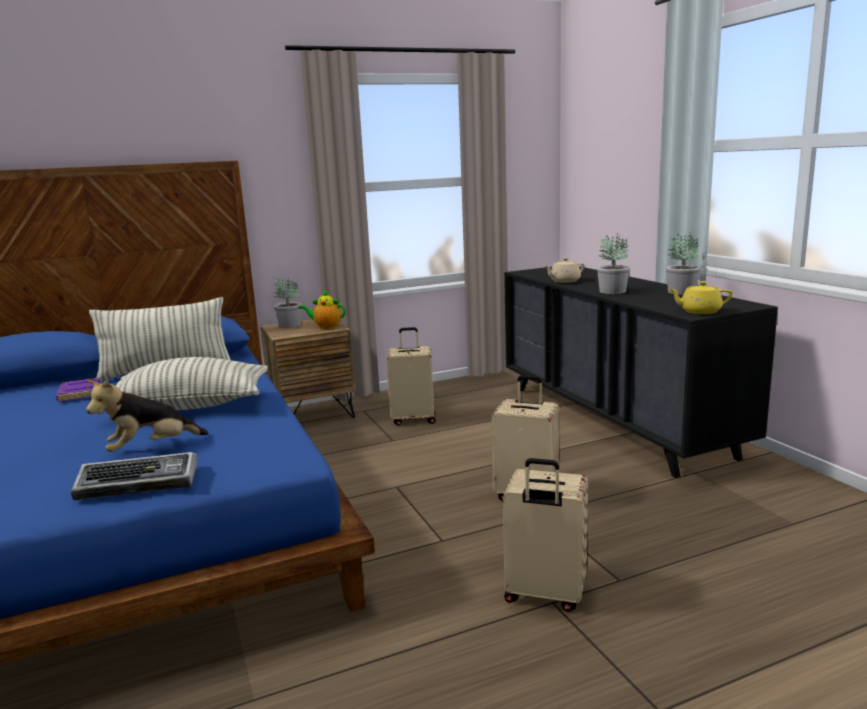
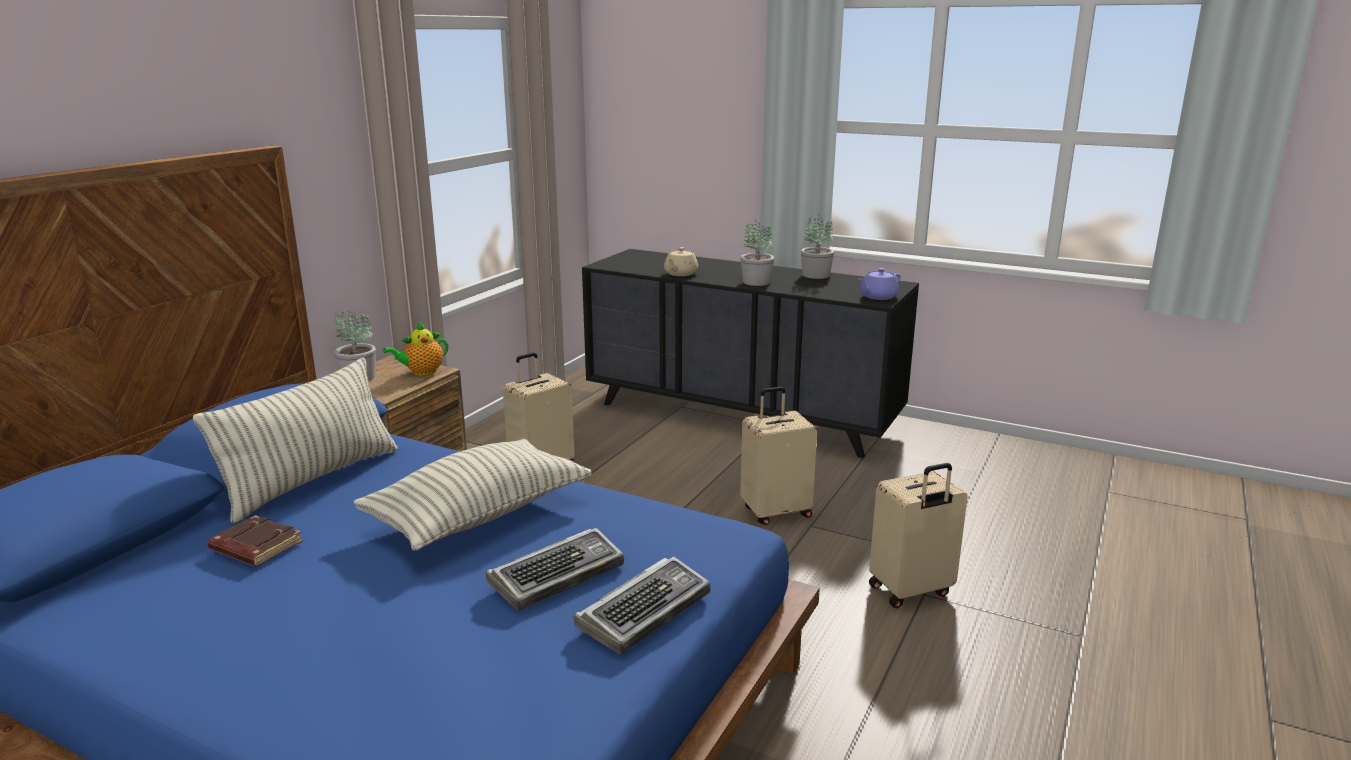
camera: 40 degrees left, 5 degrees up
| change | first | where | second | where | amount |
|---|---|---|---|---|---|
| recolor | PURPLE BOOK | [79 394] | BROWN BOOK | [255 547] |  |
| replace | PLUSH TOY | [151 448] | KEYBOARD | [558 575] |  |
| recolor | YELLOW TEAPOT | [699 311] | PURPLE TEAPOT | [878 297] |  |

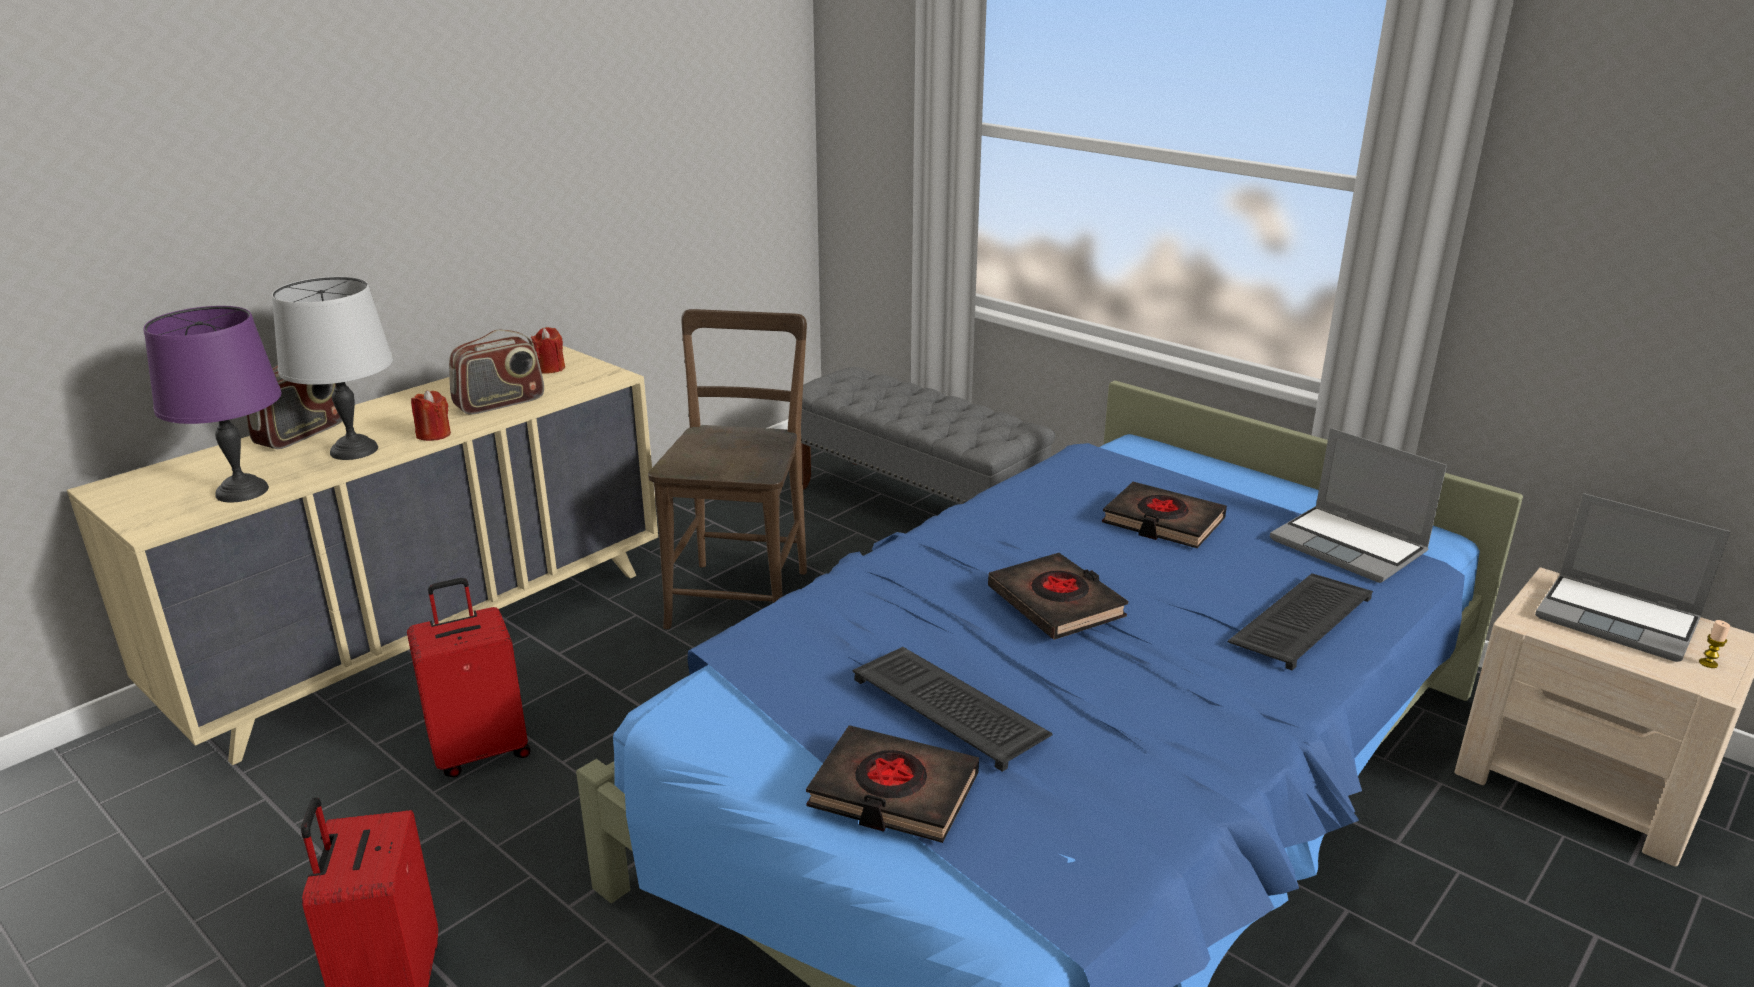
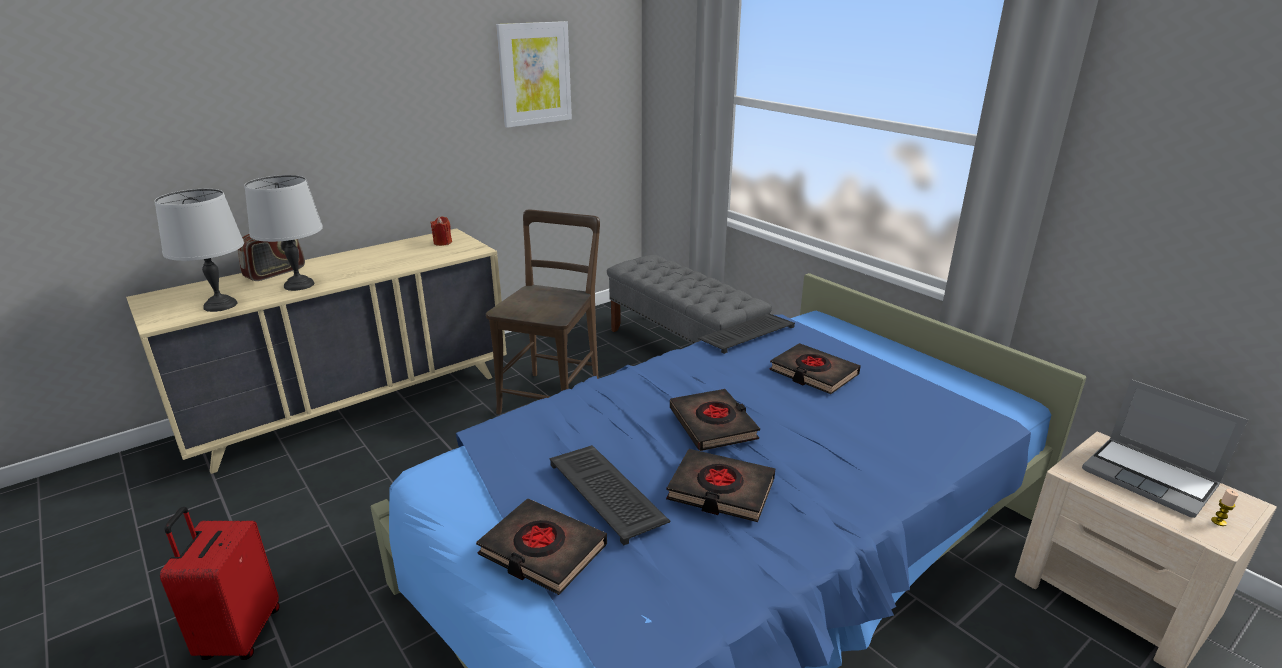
camera: 10 degrees right, 0 degrees up
| change | first | where | second | where | amount |
|---|---|---|---|---|---|
| recolor | PURPLE TABLE LAMP | [243 491] | GREY TABLE LAMP | [221 305] |  |
| insert |  |  | PICTURE | [534 74] |  |
| insert |  |  | BLACK BOOK | [720 490] |  |
| move | KEYBOARD | [1300 620] |  | [747 333] |  |
| delete | RED SUITCASE | [481 751] |  |  |  |
| delete | RED CANDLE | [433 434] |  |  |  |
| delete | RADIO | [500 403] |  |  |  |
| delete | LAPTOP | [1350 546] |  |  |  |

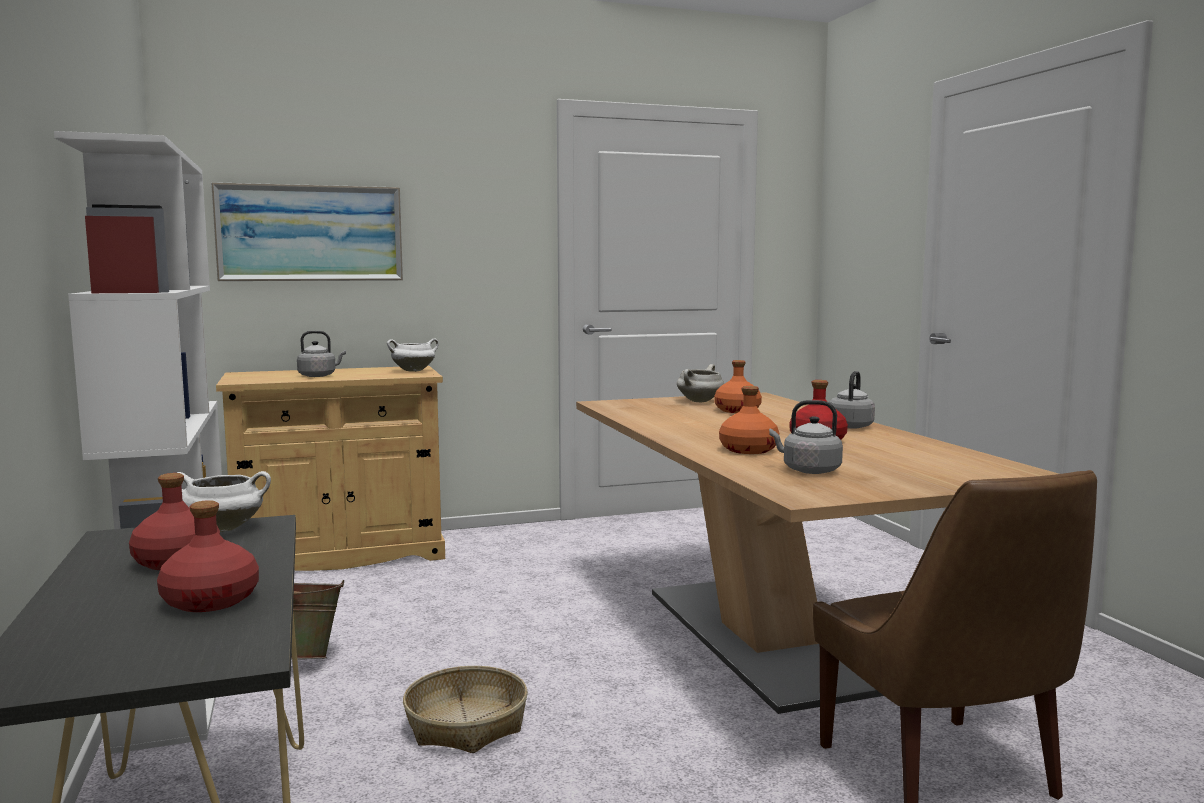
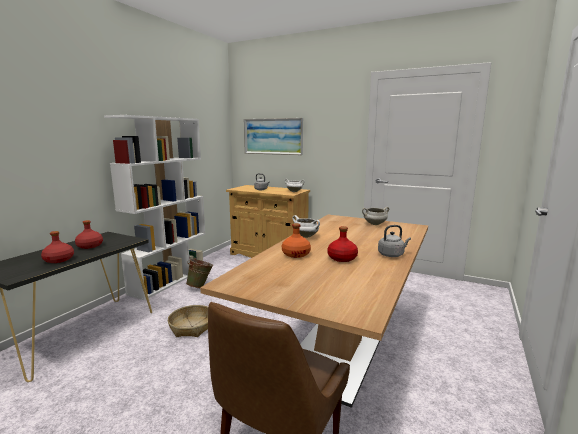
camera: 45 degrees right, 5 degrees up
| change | first | where | second | where | amount |
|---|---|---|---|---|---|
| move | WHITE COOKING POT | [225 528] |  | [306 236] |  |
| delete | ORANGE BOTTLE | [737 410] |  |  |  |
| delete | GREY KETTLE | [808 470] |  |  |  |

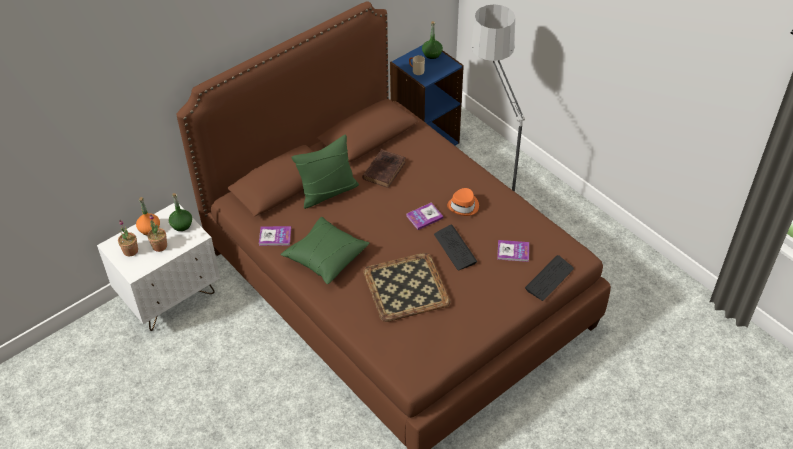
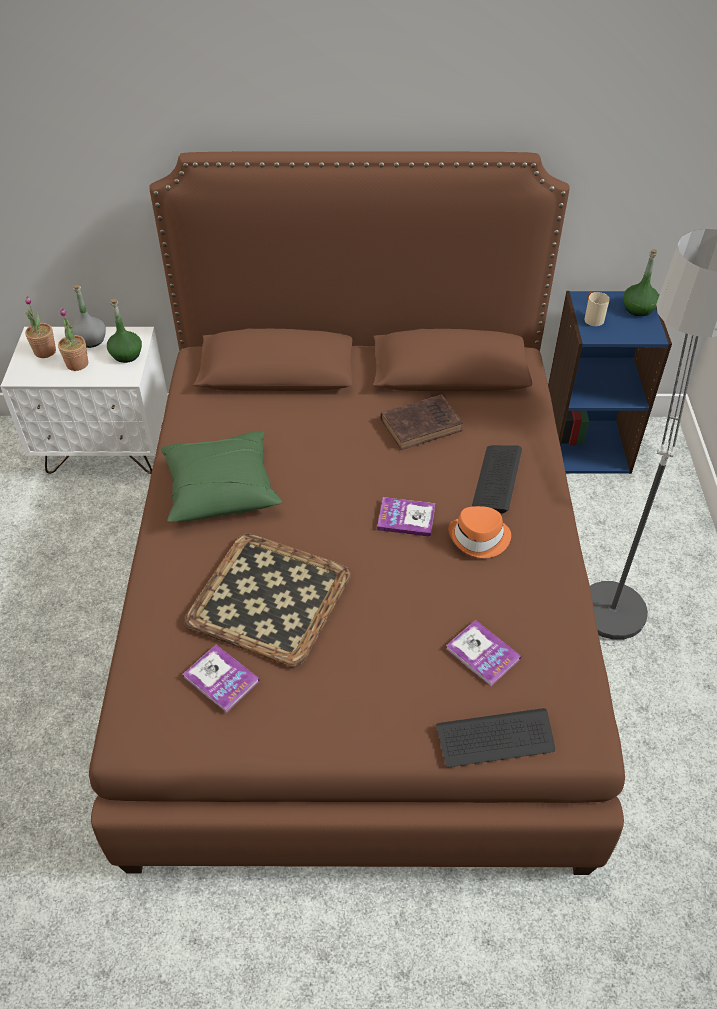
camera: 40 degrees right, 0 degrees up
| change | first | where | second | where | amount |
|---|---|---|---|---|---|
| recolor | ORANGE BOTTLE | [149 229] | GREY BOTTLE | [91 340] |  |
| move | BOOK | [275 236] |  | [221 679] |  |
| move | KEYBOARD | [455 248] |  | [497 479] |  |
| delete | GREEN PILLOW | [327 192] |  |  |  |

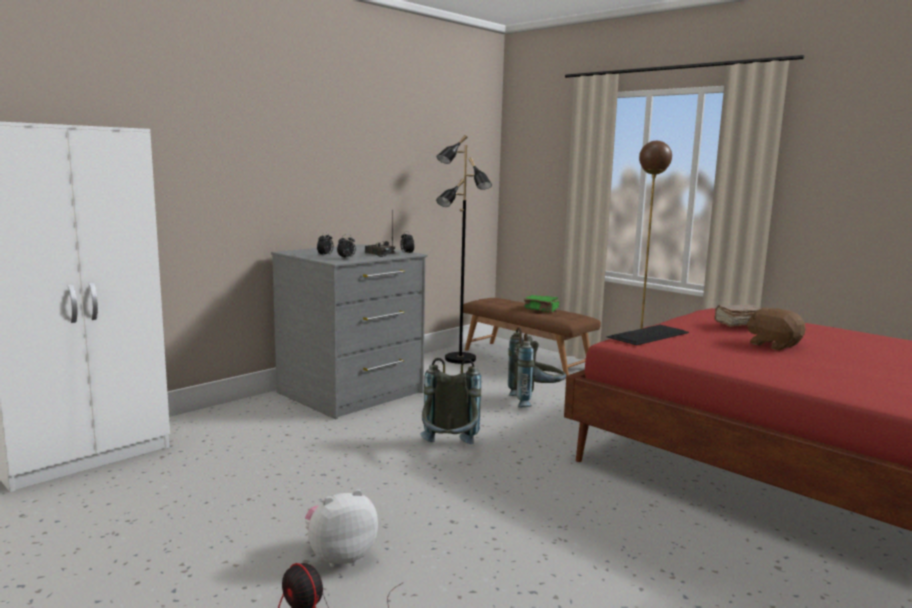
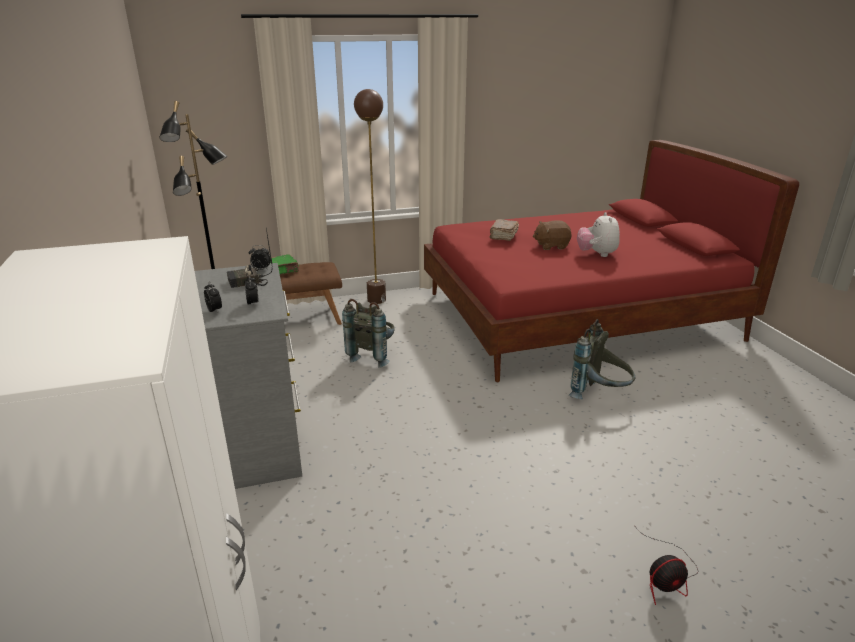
camera: 60 degrees left, 15 degrees up
| change | first | where | second | where | amount |
|---|---|---|---|---|---|
| move | GREY BACKPACK | [449 450] |  | [599 395] |  |
| move | PLUSH TOY | [339 556] |  | [596 254] |  |
| delete | KEYBOARD | [648 335] |  |  |  |

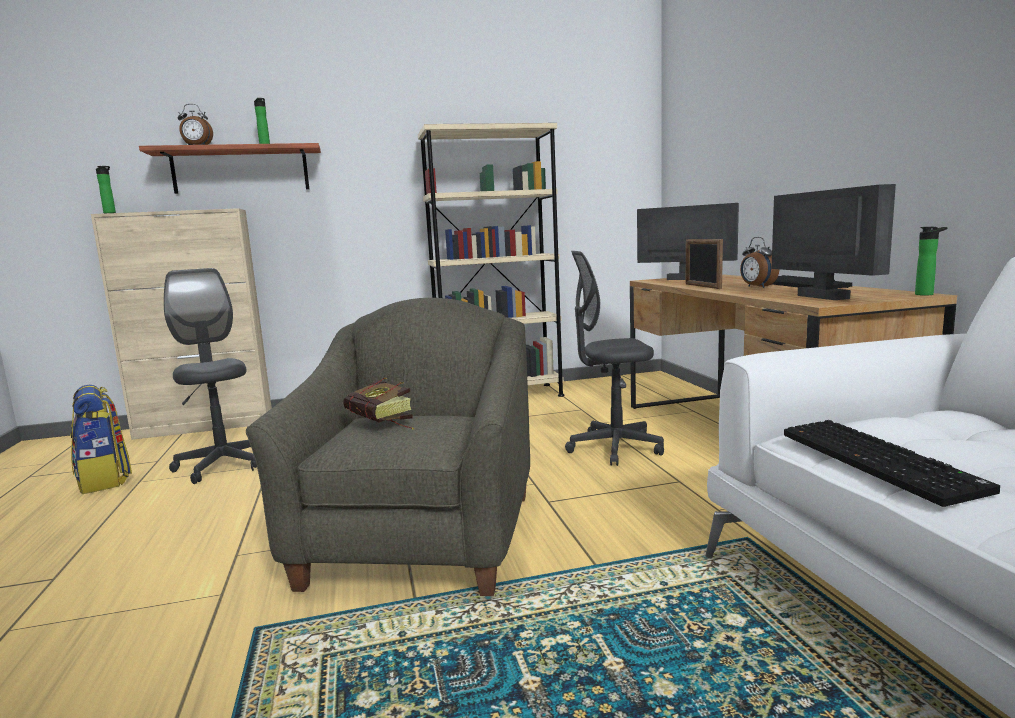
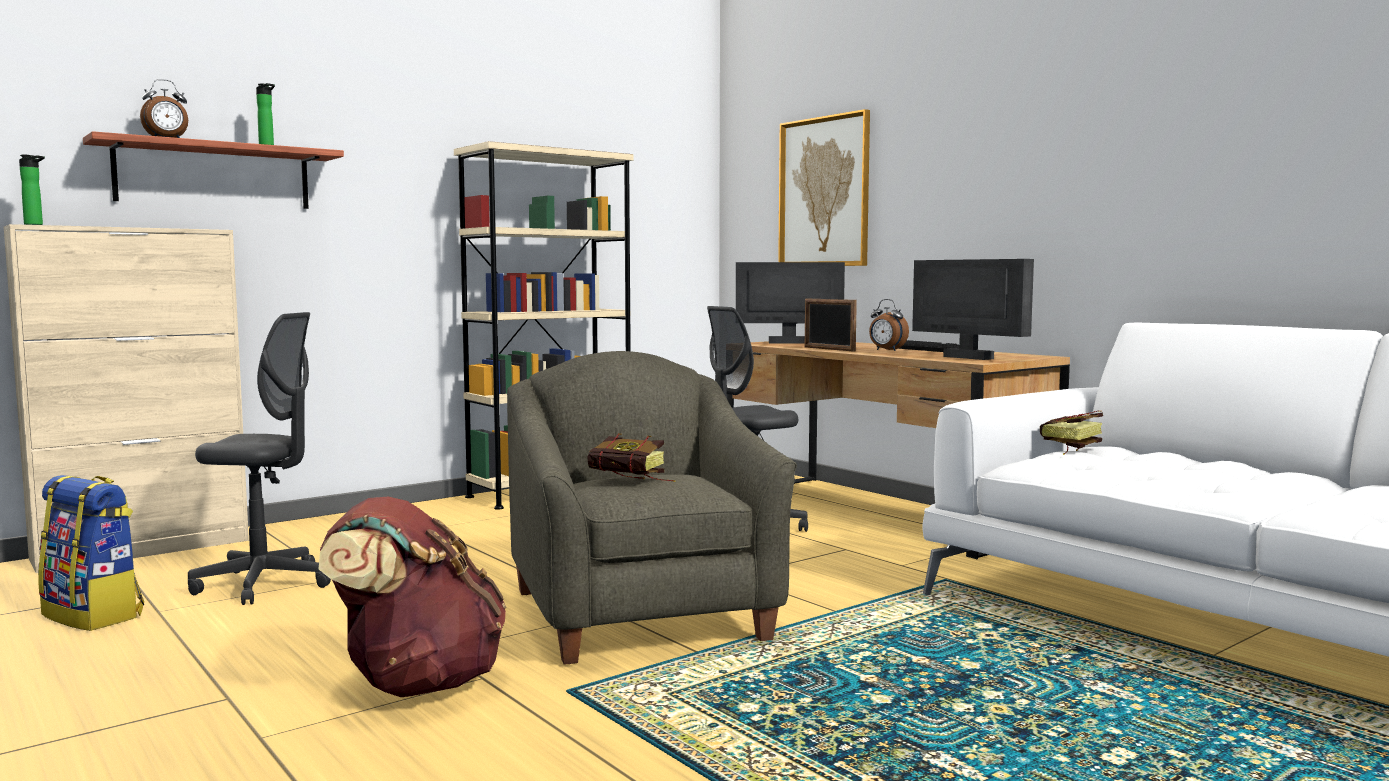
camera: 25 degrees left, 5 degrees down
| change | first | where | second | where | amount |
|---|---|---|---|---|---|
| rotate | GREY OFFICE CHAIR | [223 465] |  | [263 584] | 150 degrees clockwise |
| insert |  |  | BROWN BACKPACK | [417 683] |  |
| insert |  |  | PICTURE | [824 192] |  |
| insert |  |  | BOOK | [1068 449] |  |
| delete | KEYBOARD | [880 461] |  |  |  |
| delete | BOTTLE | [927 294] |  |  |  |

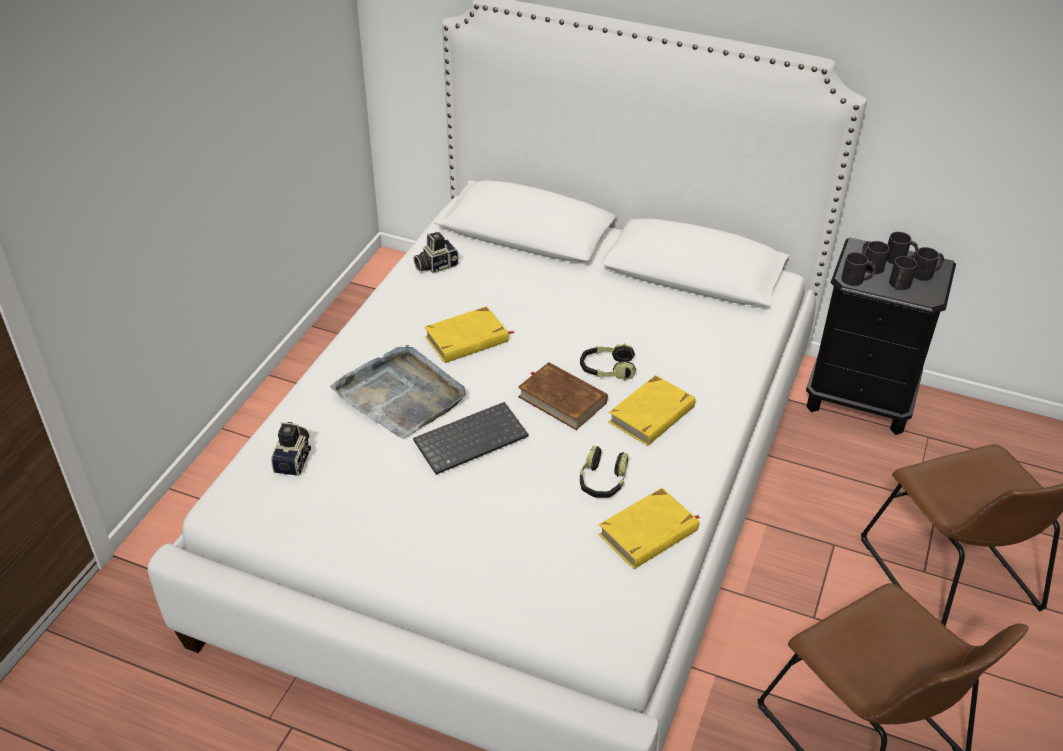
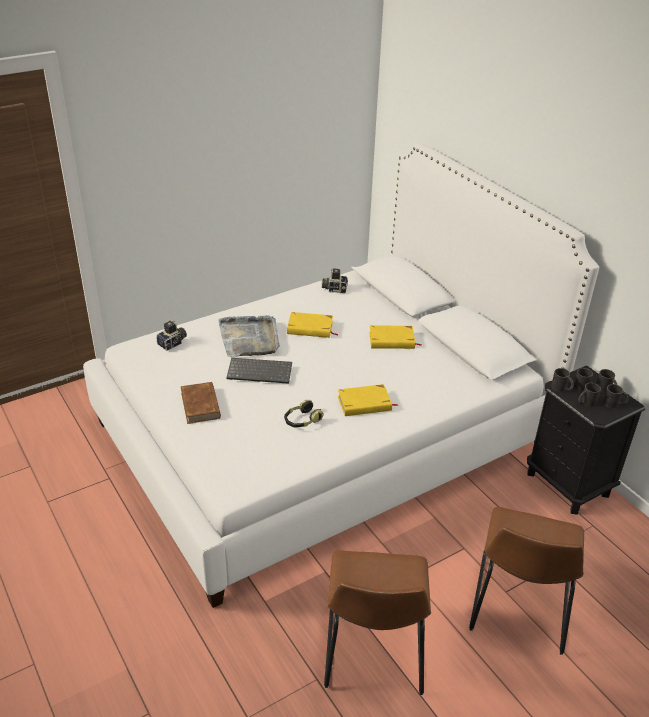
camera: 35 degrees right, 5 degrees down
| change | first | where | second | where | amount |
|---|---|---|---|---|---|
| move | BROWN BOOK | [562 399] |  | [201 405] |  |
| move | YELLOW BOOK | [649 533] |  | [392 340] |  |
| delete | HEADPHONES | [607 370] |  |  |  |

